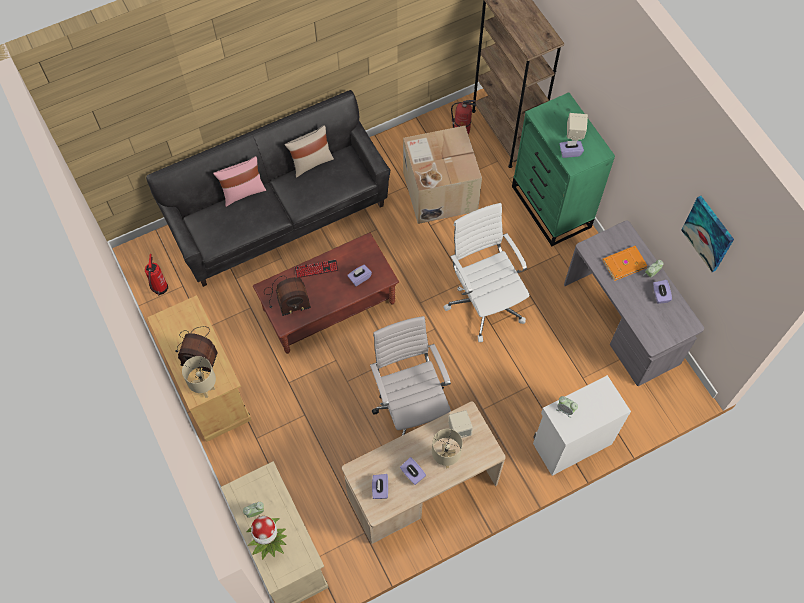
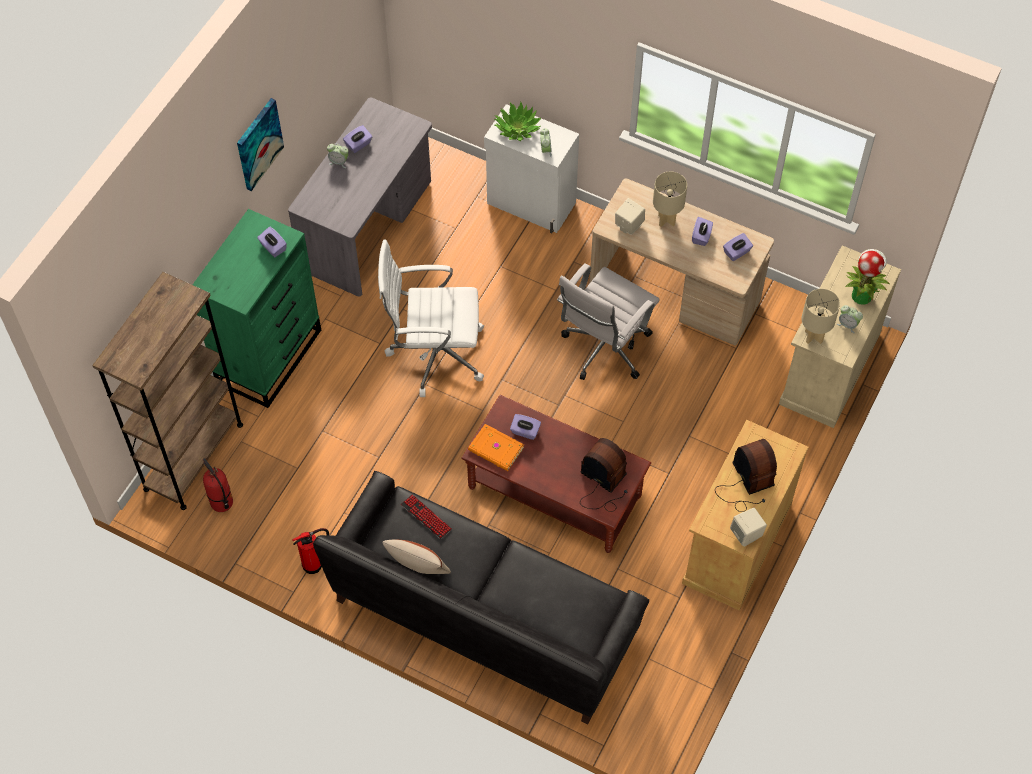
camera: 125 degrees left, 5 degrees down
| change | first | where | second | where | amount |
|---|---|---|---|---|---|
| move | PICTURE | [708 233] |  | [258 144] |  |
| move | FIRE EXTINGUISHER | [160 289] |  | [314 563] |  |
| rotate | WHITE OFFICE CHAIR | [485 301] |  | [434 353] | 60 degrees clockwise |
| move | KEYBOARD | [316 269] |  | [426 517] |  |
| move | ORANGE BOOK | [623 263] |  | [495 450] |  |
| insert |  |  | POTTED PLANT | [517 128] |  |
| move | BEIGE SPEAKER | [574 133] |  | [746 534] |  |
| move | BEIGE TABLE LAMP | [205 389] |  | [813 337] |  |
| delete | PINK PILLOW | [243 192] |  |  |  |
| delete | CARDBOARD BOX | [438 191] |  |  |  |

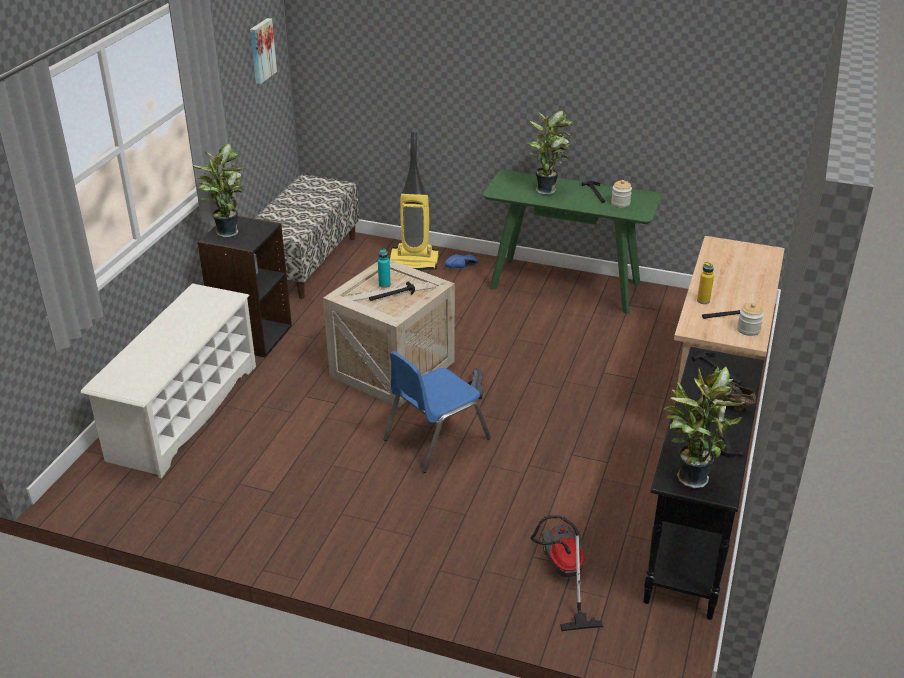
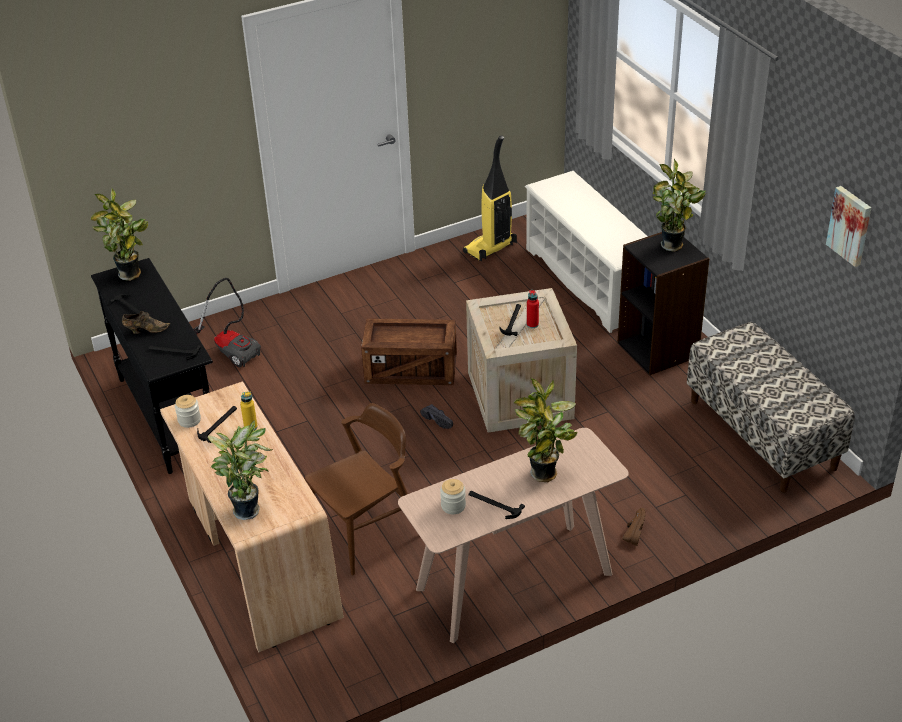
camera: 135 degrees right, 5 degrees up
| change | first | where | second | where | amount |
|---|---|---|---|---|---|
| insert |  |  | POTTED PLANT | [248 508] |  |
| insert |  |  | BROWN CHAIR | [366 533] |  |
| replace | BLUE CHAIR | [435 439] | CRATE | [411 370] |  |
| recolor | GREEN CONSOLE TABLE | [565 285] | BEIGE CONSOLE TABLE | [514 582] |  |
| move | VACUUM CLEANER | [414 262] |  | [490 248] |  |
| recolor | TURQUOISE BOTTLE | [384 284] | RED BOTTLE | [532 324] |  |
| recolor | BLUE SHOE | [462 268] | BROWN SHOE | [633 531] |  |

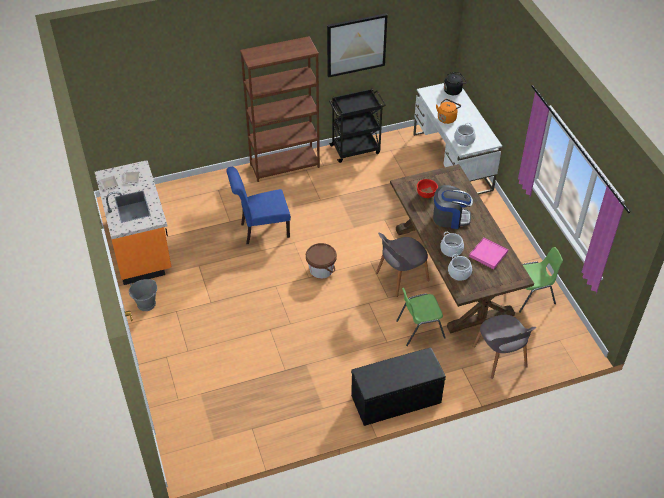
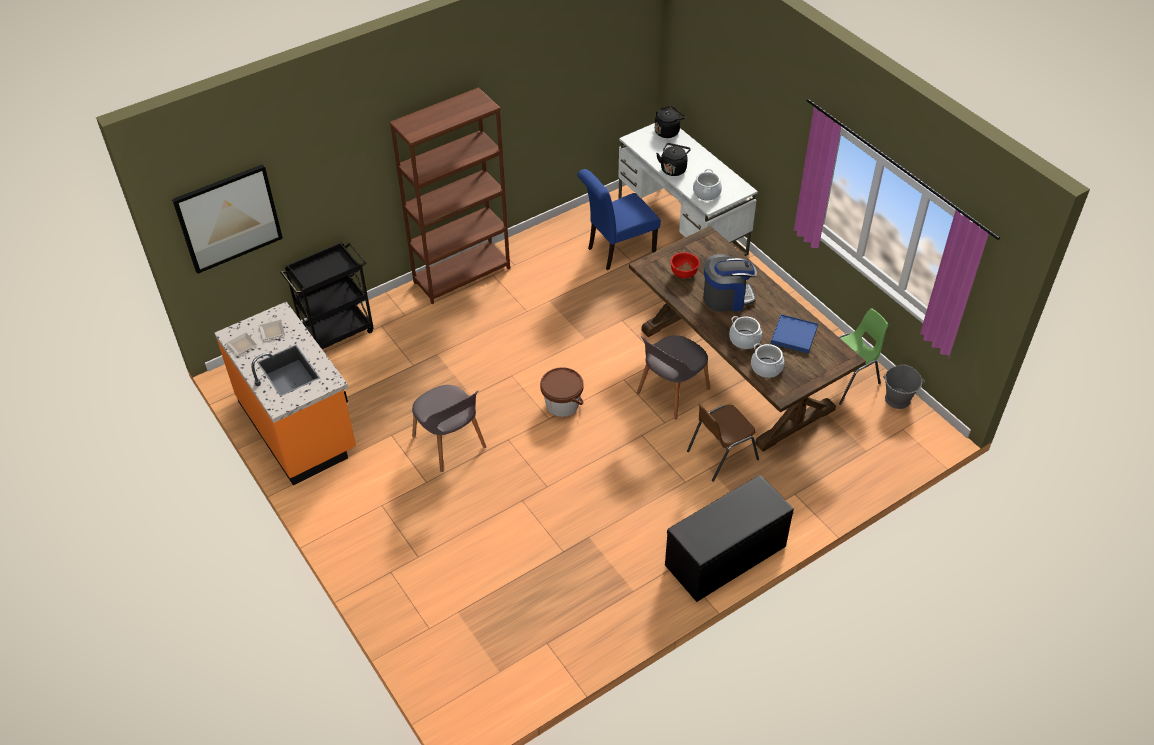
camera: 15 degrees left, 0 degrees up
| change | first | where | second | where | amount |
|---|---|---|---|---|---|
| move | PICTURE | [356 44] |  | [228 218] |  |
| move | BLACK CART | [356 149] |  | [337 332] |  |
| move | GREY CHAIR | [500 358] |  | [450 443] |  |
| move | BLUE CHAIR | [261 230] |  | [617 251] |  |
| recolor | ORANGE KETTLE | [447 118] | BLACK KETTLE | [673 168] |  |
| recolor | GREEN CHAIR | [419 329] | BROWN CHAIR | [721 455] |  |
| recolor | PINK TRAY | [488 254] | BLUE TRAY | [793 335] |  |
| move | GREY BUCKET | [146 304] |  | [898 399] |  |

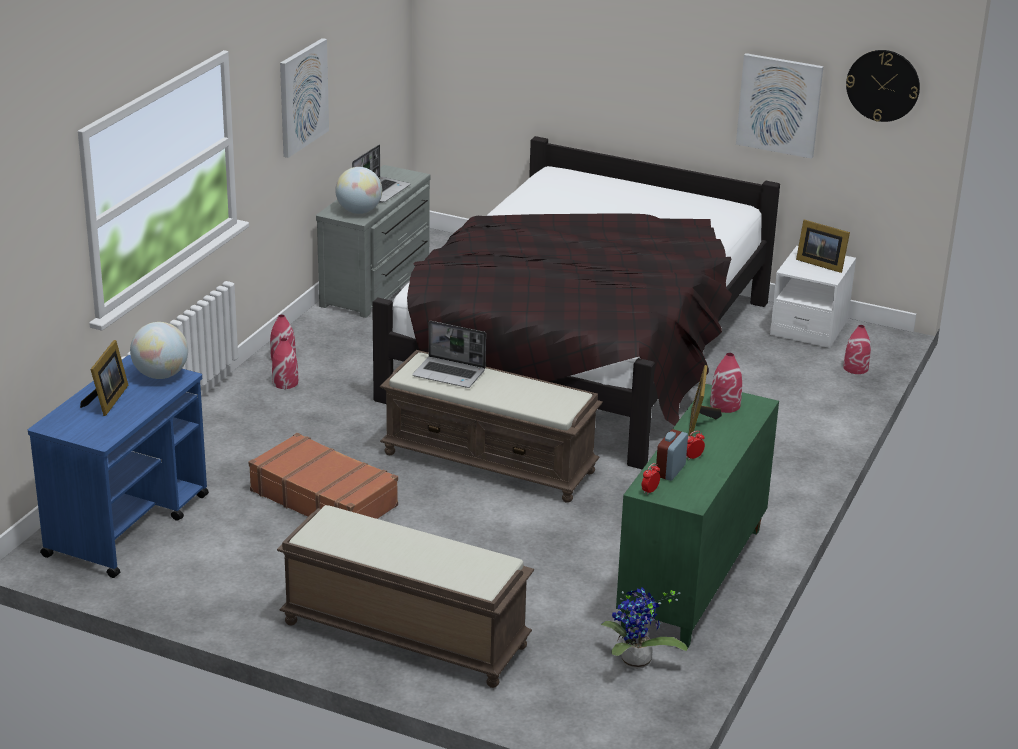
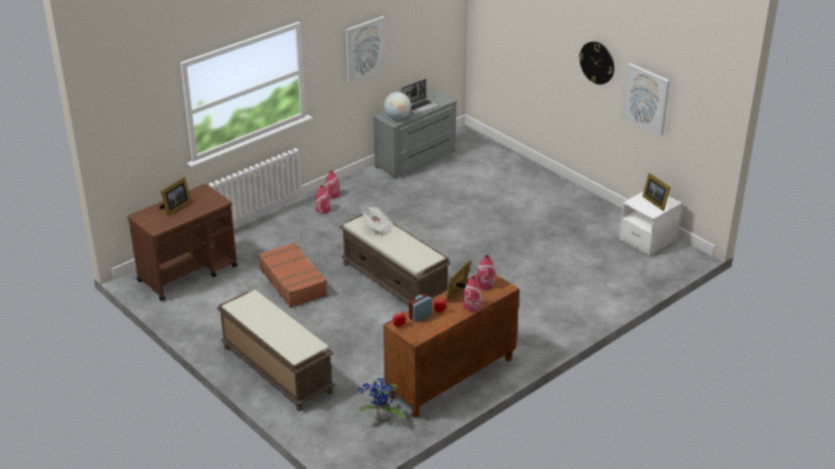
camera: 25 degrees right, 5 degrees up
| change | first | where | second | where | amount |
|---|---|---|---|---|---|
| recolor | BLUE CART | [128 525] | BROWN CART | [188 273] |  |
| replace | LAPTOP | [450 374] | NEWSPAPER | [377 228] |  |
| recolor | GREEN CABINET | [693 579] | BROWN CABINET | [451 379] |  |
| move | RED VASE | [856 368] |  | [472 306] |  |
| move | WALL CLOCK | [883 85] |  | [597 62] |  |
| delete | GLOBE | [161 375] |  |  |  |
| delete | BLACK BED | [582 351] |  |  |  |

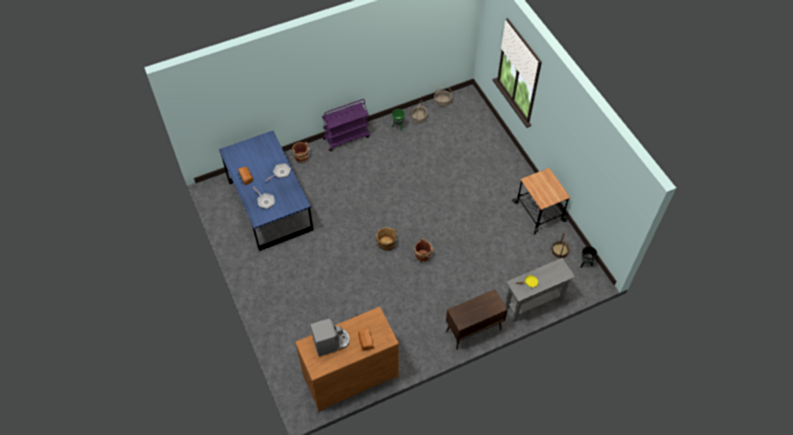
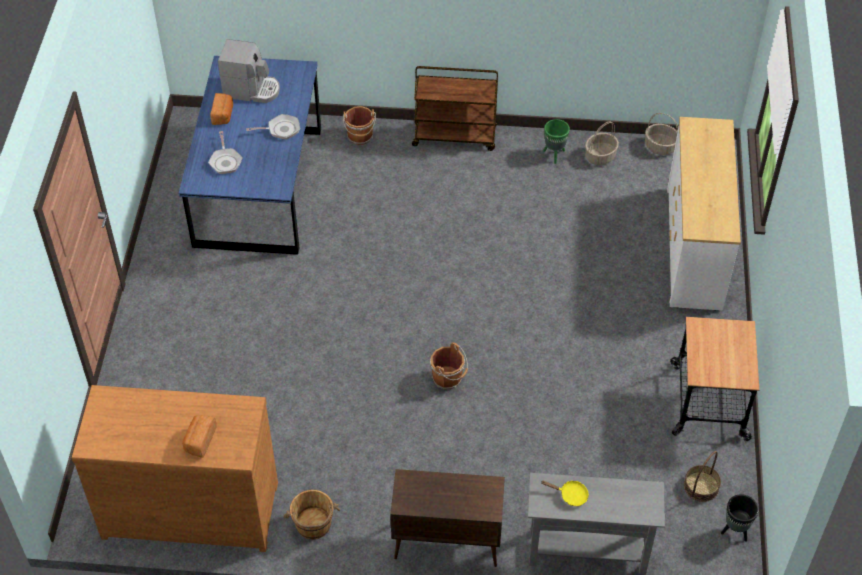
camera: 30 degrees right, 5 degrees down
| change | first | where | second | where | amount |
|---|---|---|---|---|---|
| move | COFFEE MACHINE | [331 342] |  | [251 90] |  |
| move | BROWN BUCKET | [386 244] |  | [313 525] |  |
| recolor | PURPLE CART | [346 137] | BROWN CART | [455 136] |  |
| insert |  |  | WHITE DRESSER | [694 247] |  |

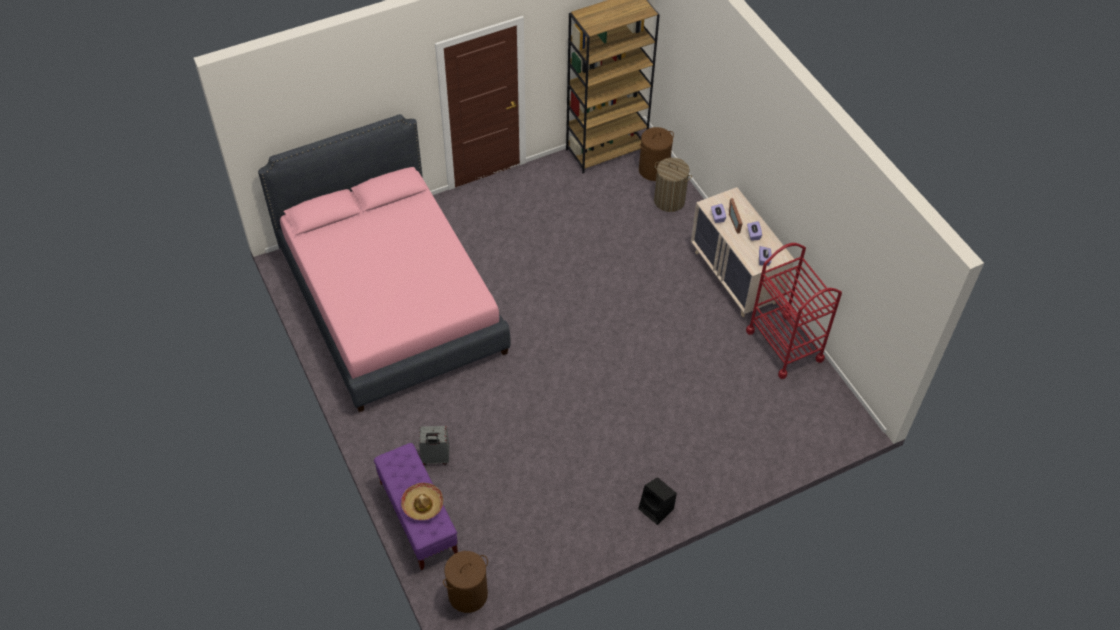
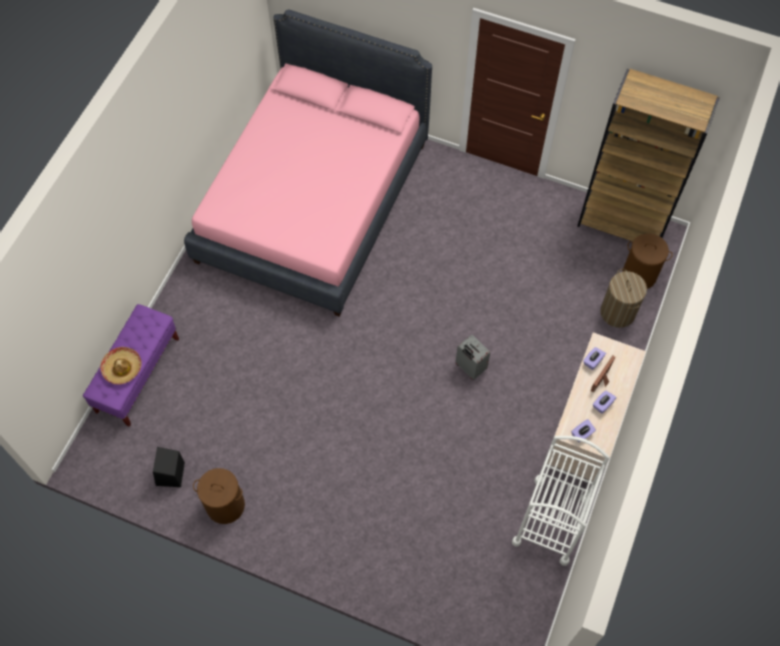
camera: 50 degrees right, 10 degrees up
| change | first | where | second | where | amount |
|---|---|---|---|---|---|
| move | BLACK SPEAKER | [657 509] |  | [170 475] |  |
| move | BROWN LAUNDRY BASKET | [467 595] |  | [225 505] |  |
| move | GREY SUITCASE | [435 458] |  | [470 368] |  |
| recolor | RED CART | [784 345] | WHITE CART | [551 520] |  |

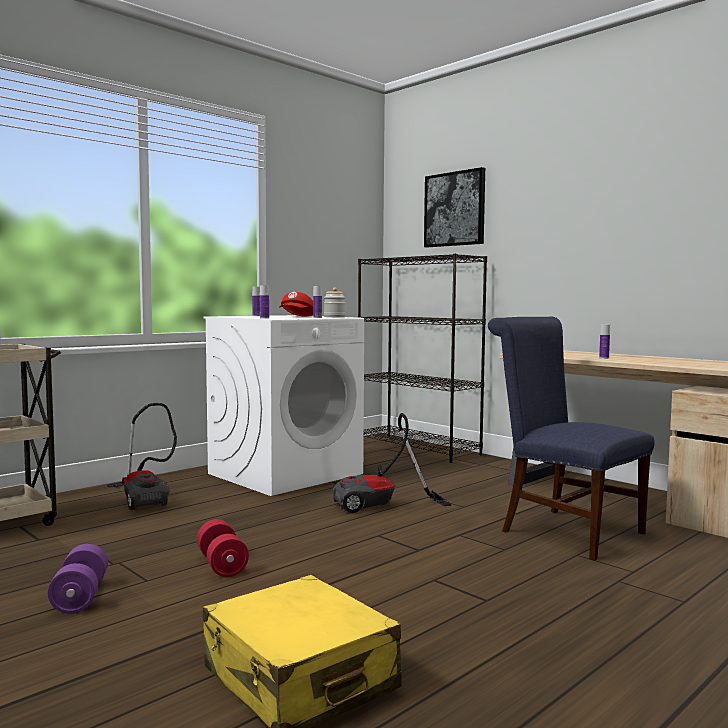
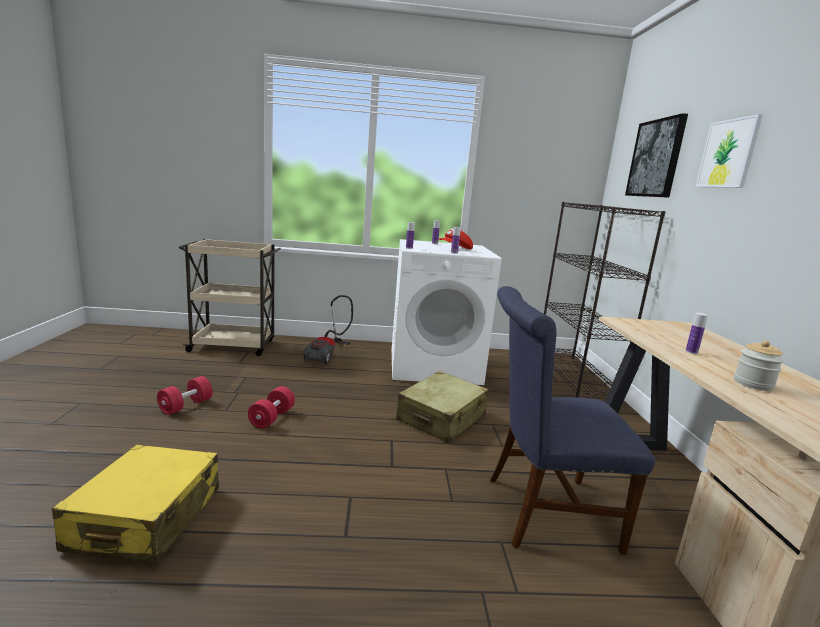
camera: 40 degrees right, 10 degrees up
| change | first | where | second | where | amount |
|---|---|---|---|---|---|
| recolor | PURPLE DUMBBELL | [80 597] | RED DUMBBELL | [186 406] |  |
| replace | VACUUM CLEANER | [382 506] | BEIGE SUITCASE | [442 418] |  |
| rotate | BLUE CHAIR | [564 530] |  | [541 511] | 90 degrees counterclockwise |
| insert |  |  | PICTURE | [728 153] |  |
| move | JAR | [334 317] |  | [753 384] |  |

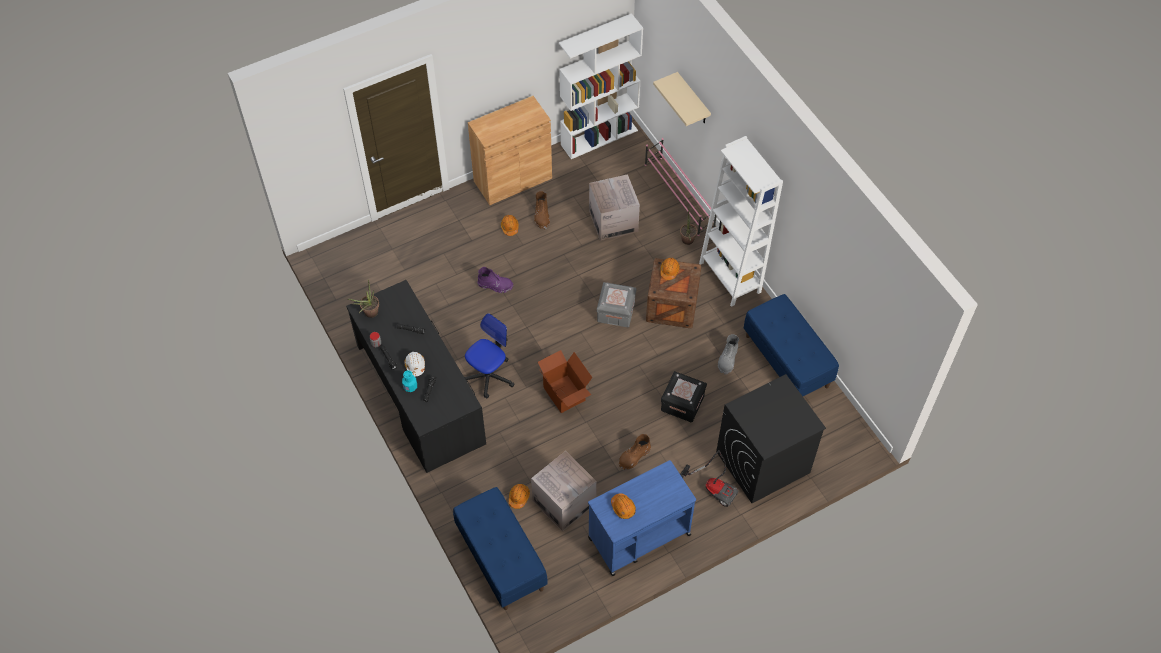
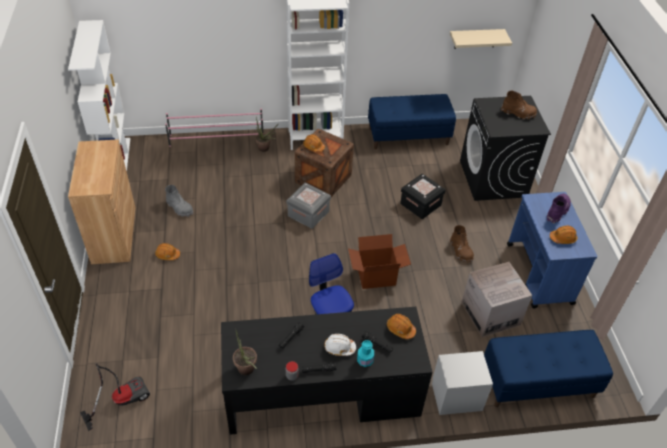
camera: 70 degrees left, 10 degrees down
| change | first | where | second | where | amount |
|---|---|---|---|---|---|
| move | VACUUM CLEANER | [713 488] |  | [121 400] |  |
| move | GREY BOOT | [727 360] |  | [180 208] |  |
| move | ORANGE HARD HAT | [519 497] |  | [400 329] |  |
| insert |  |  | GREY NIGHTSTAND | [456 396] |  |
| move | BEIGE SHELF | [693 100] |  | [475 38] |  |
| move | BROWN BOOT | [542 216] |  | [518 113] |  |
| move | PURPLE BOOT | [495 286] |  | [557 211] |  |
| delete | CARDBOARD BOX | [613 221] |  |  |  |

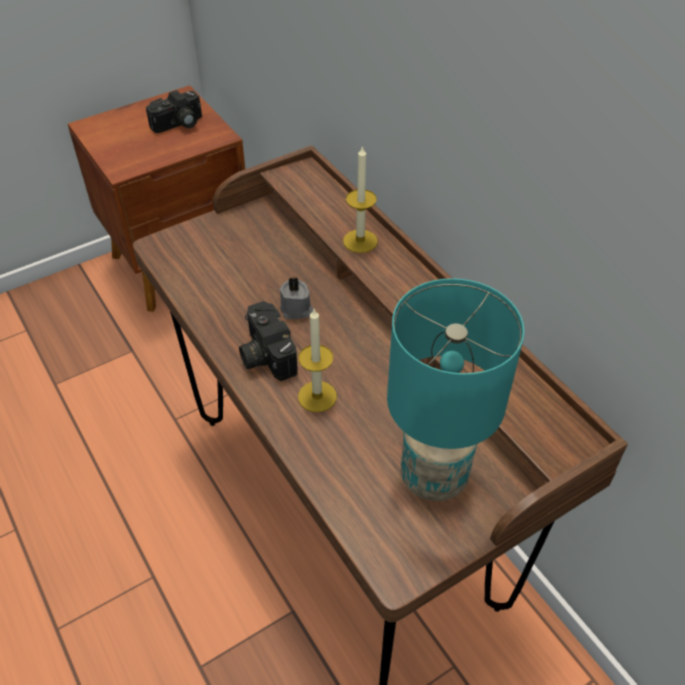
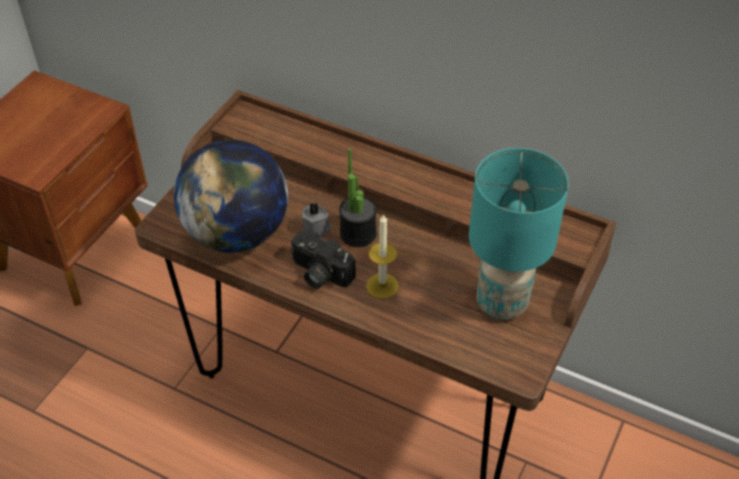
camera: 30 degrees left, 0 degrees up
| change | first | where | second | where | amount |
|---|---|---|---|---|---|
| insert |  |  | GLOBE | [237 233] |  |
| insert |  |  | POTTED PLANT | [358 234] |  |
| delete | PHOTO CAMERA | [178 125] |  |  |  |
| delete | CANDLE | [360 241] |  |  |  |

